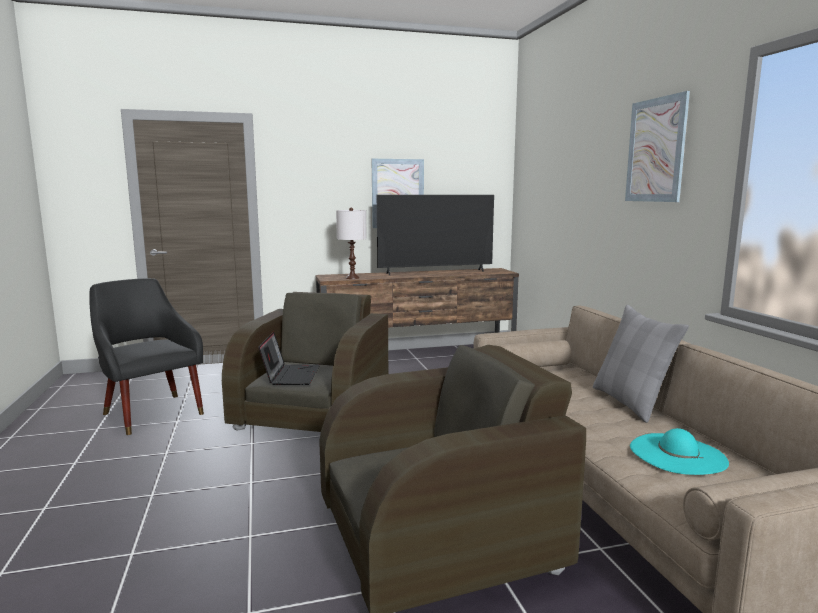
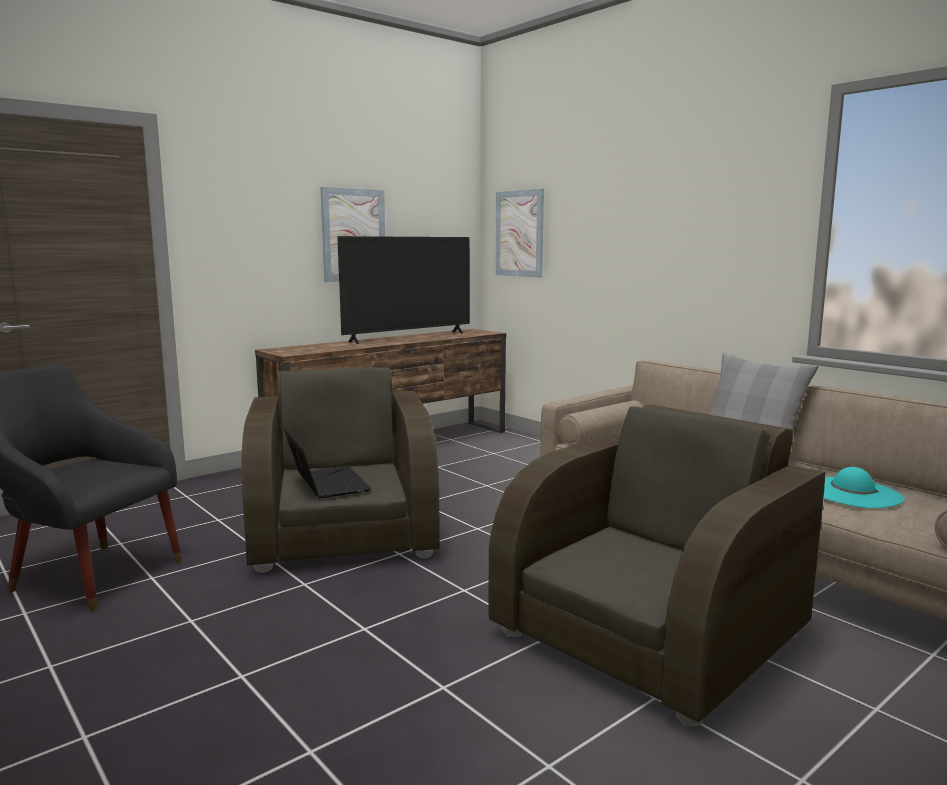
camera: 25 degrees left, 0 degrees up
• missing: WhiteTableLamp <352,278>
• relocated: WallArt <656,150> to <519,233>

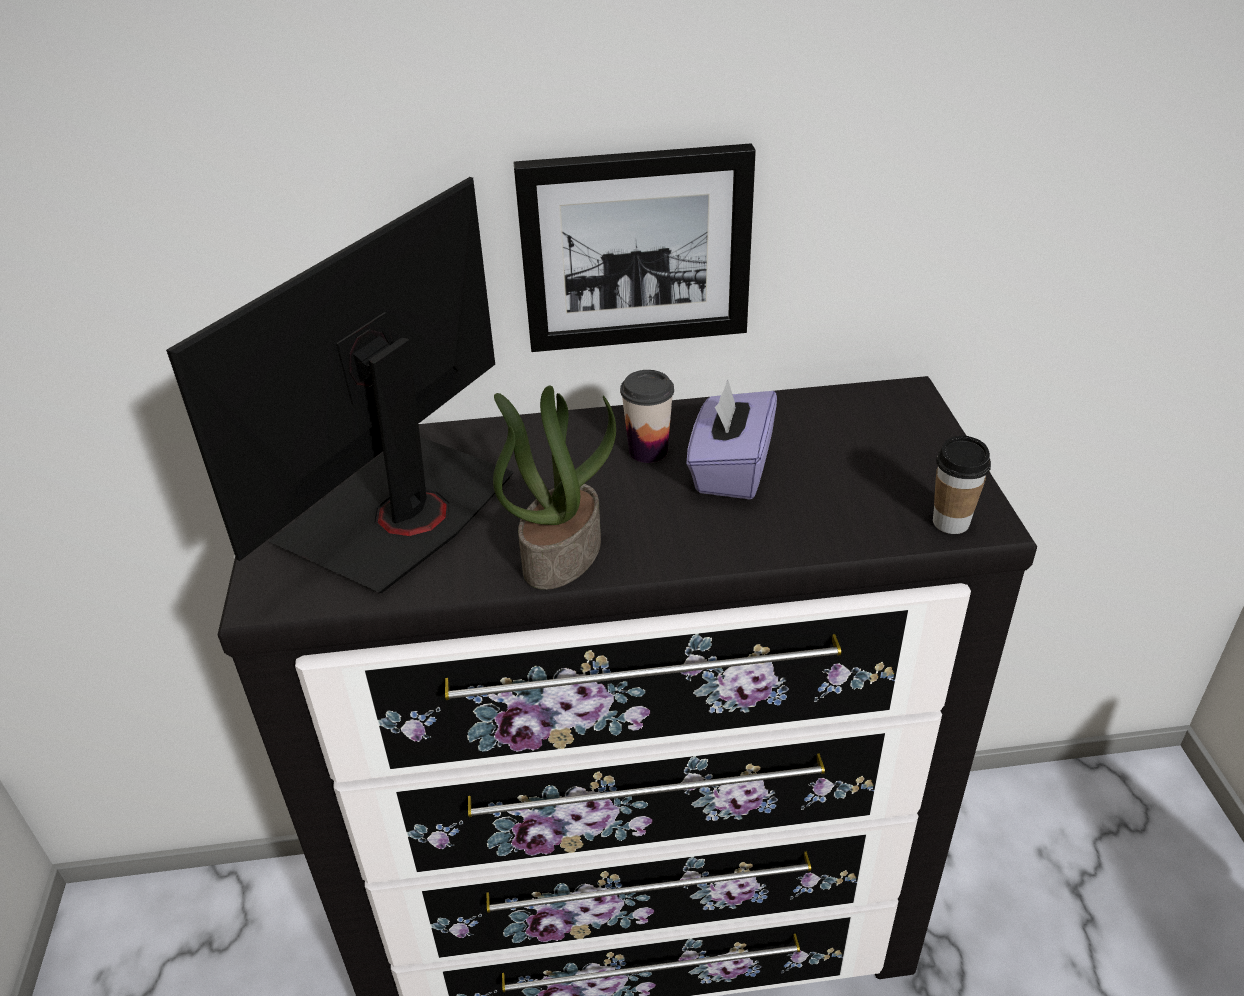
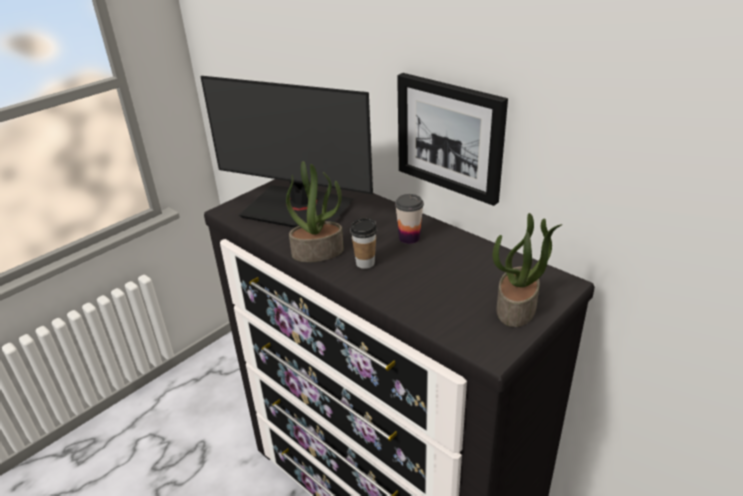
camera: 50 degrees right, 5 degrees down
• missing: PurpleColouredTissueBox <730,470>
• appeared: Houseplant <517,308>
• relocated: DrinkingCup <950,522> to <365,263>
• spun: Monitor <400,513> = <298,209> 150 degrees counterclockwise

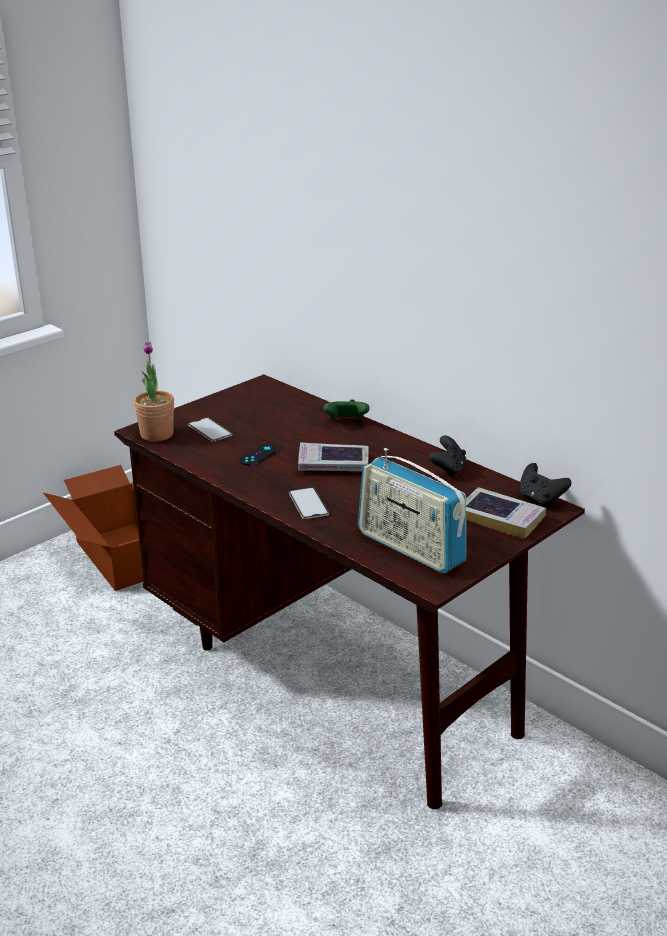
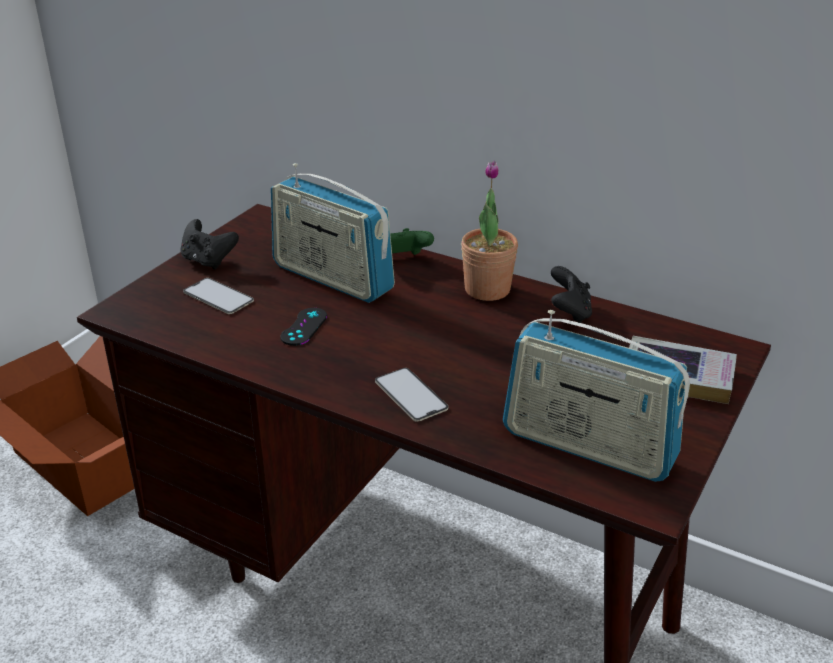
camera: 15 degrees left, 5 degrees up
• missing: Book <333,464>
• appeared: RadioSet <332,278>
• relocated: Houseplant <157,434> to <487,289>
• relocated: BlackColouredJoypad <540,499> to <208,261>

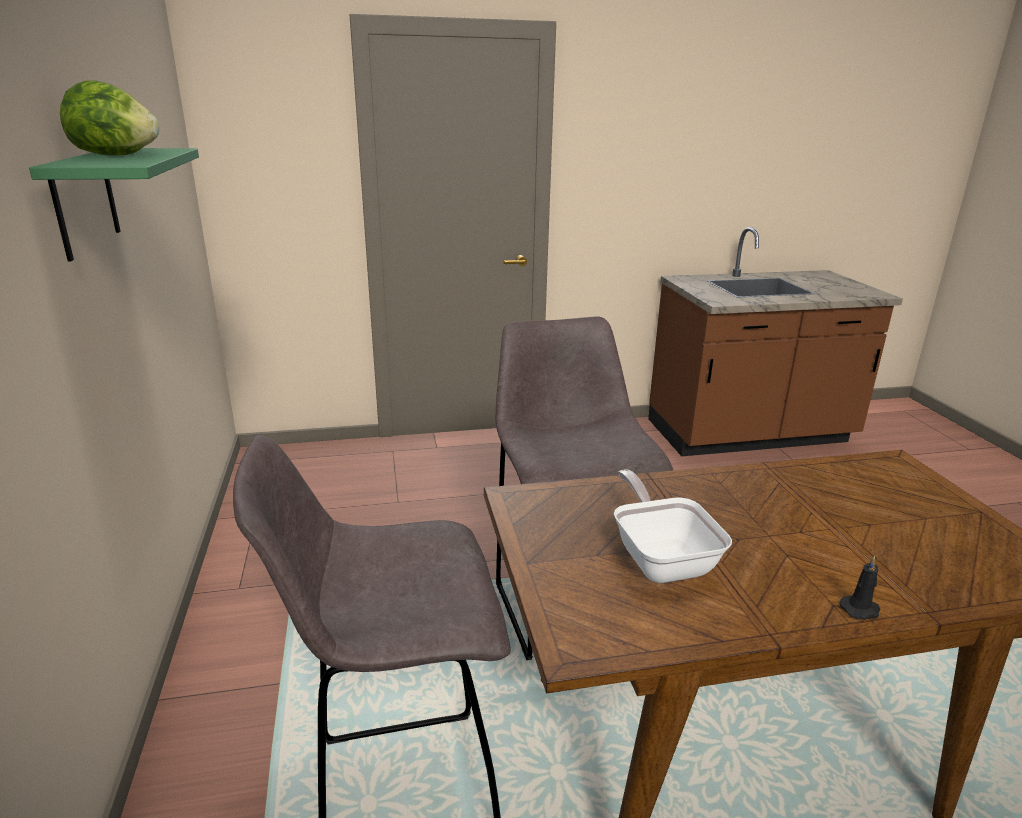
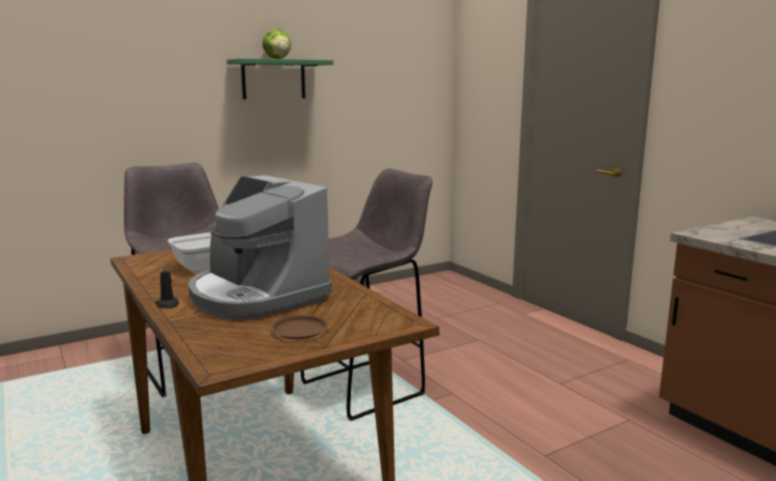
camera: 70 degrees right, 10 degrees down
• appeared: CoffeeMachine <256,296>
• appeared: BrownFlatDish <299,330>

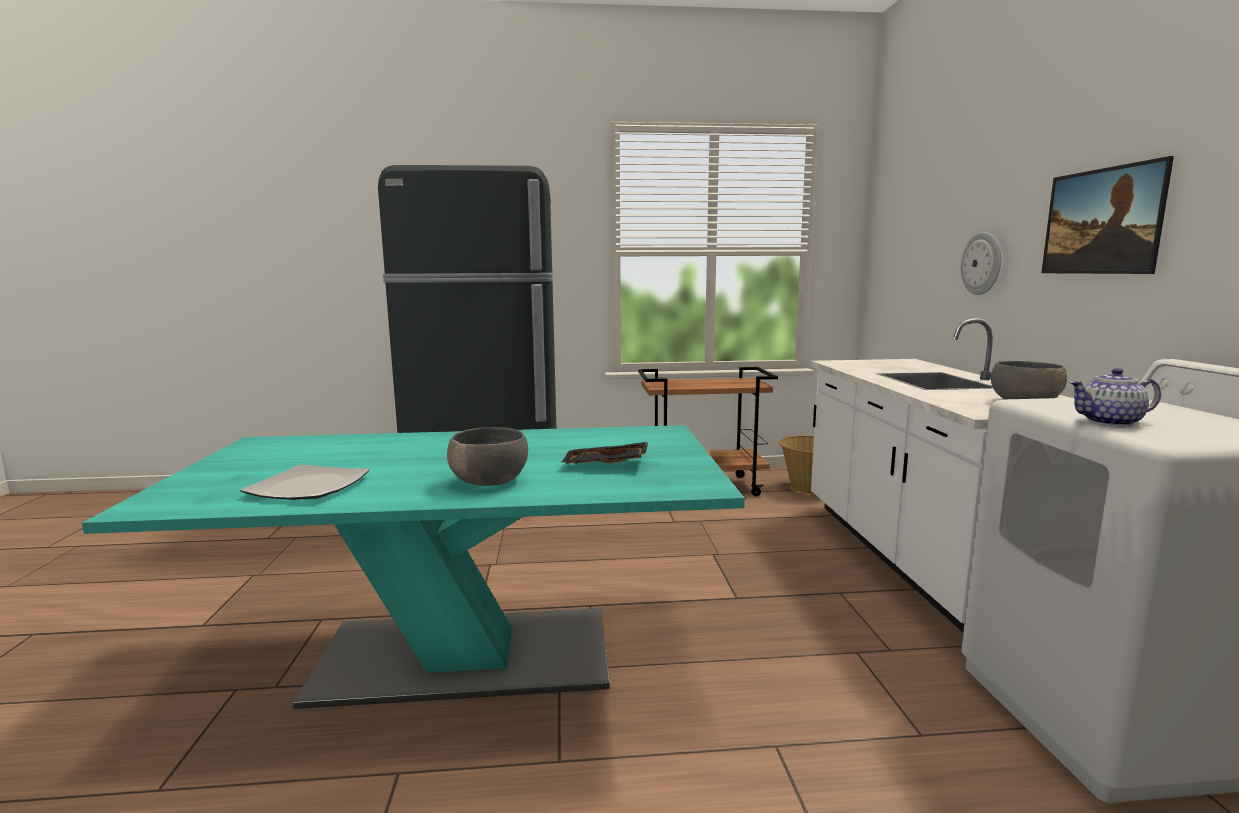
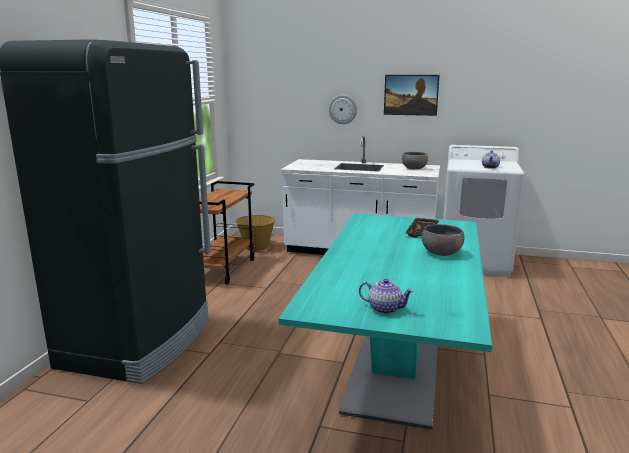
camera: 70 degrees left, 5 degrees up
• missing: FlatDish <310,486>
• appeared: PotForTea <384,309>

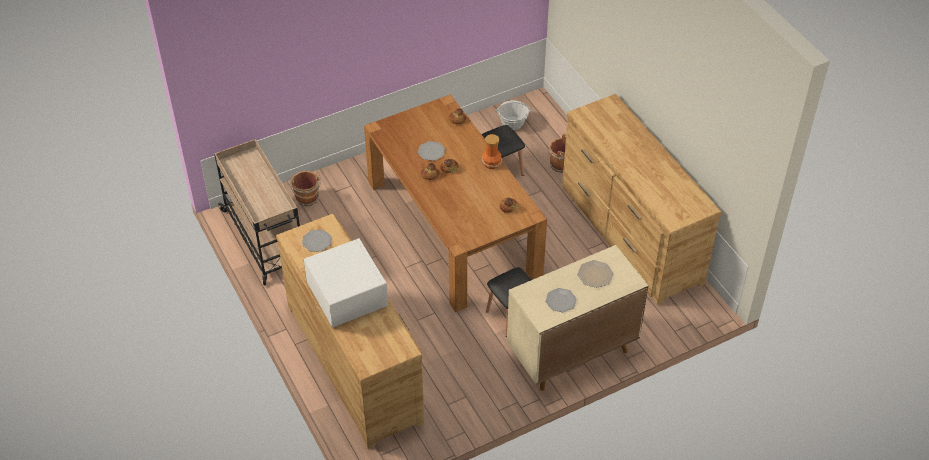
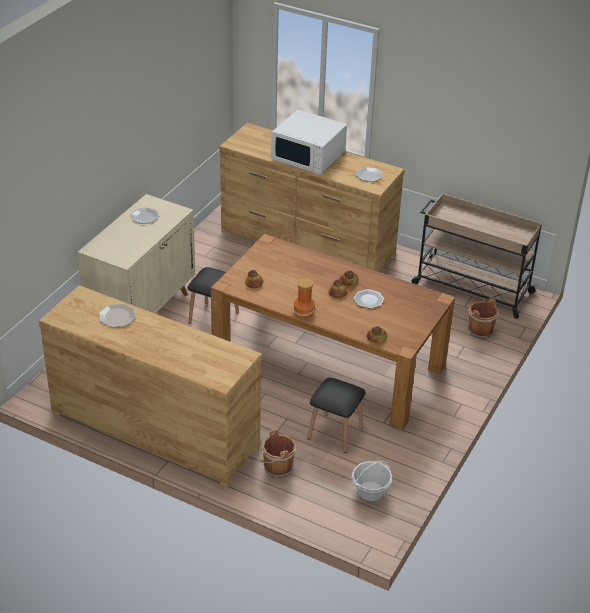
camera: 145 degrees right, 10 degrees down
• relocated: FlatDish <595,275> to <117,316>

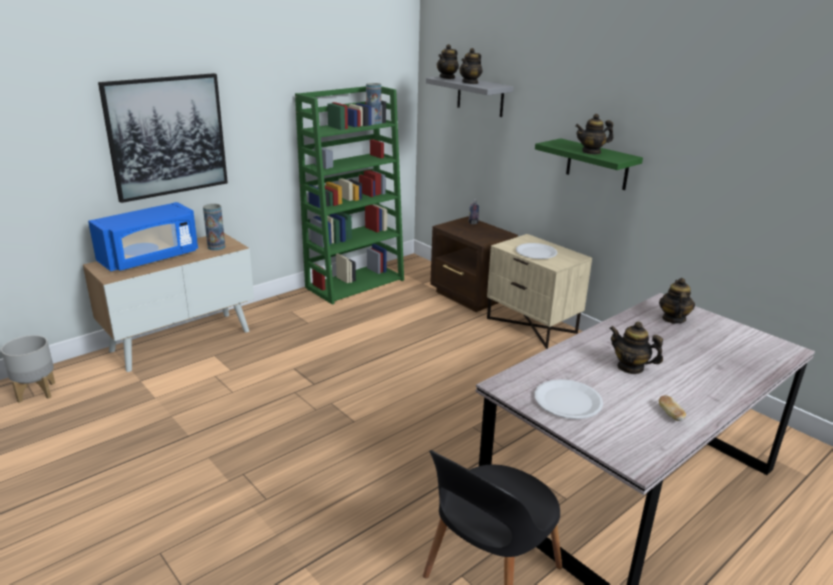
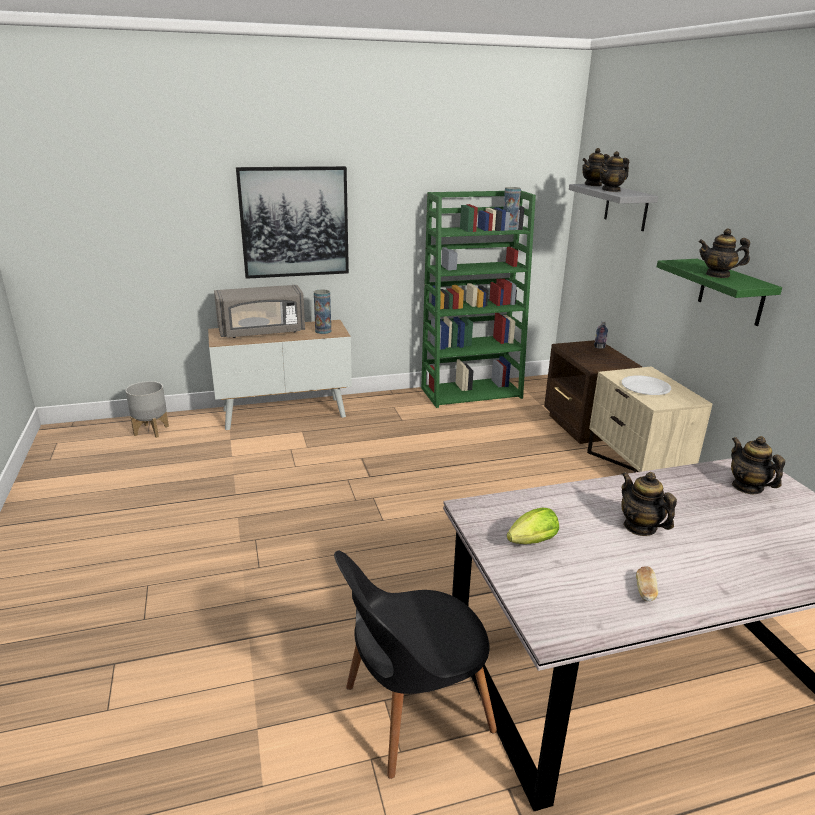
camera: 25 degrees right, 0 degrees up
• exchanged: WhiteFlatDish <568,401> to HeadOfLettuce <530,543>
• colour: BlueKitchenMicrowave <150,258> to GreyKitchenMicrowave <262,332>
• spun: PotForTea <673,319> = <747,487> 60 degrees counterclockwise

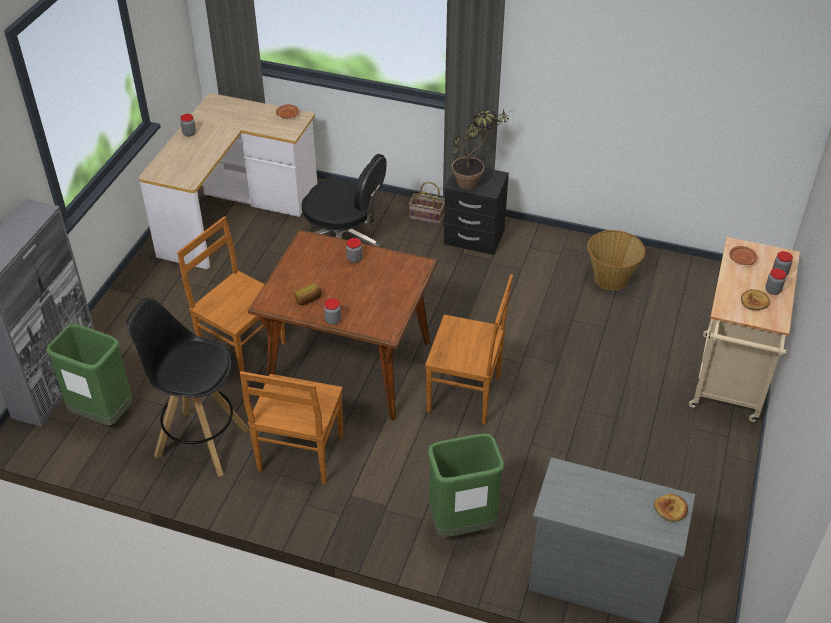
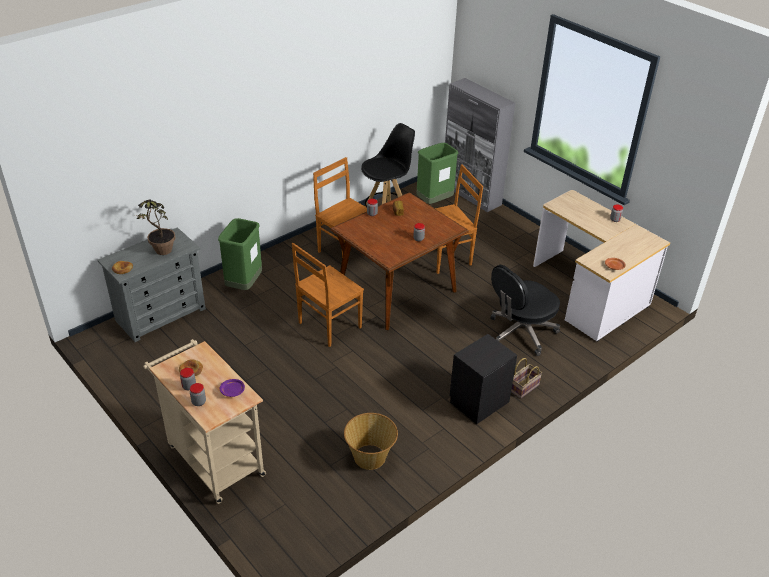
camera: 120 degrees right, 5 degrees down
• relocated: Houseplant <474,182> to <161,254>
• colour: BrownFlatDish <741,259> to PurpleColouredFlatDish <233,391>

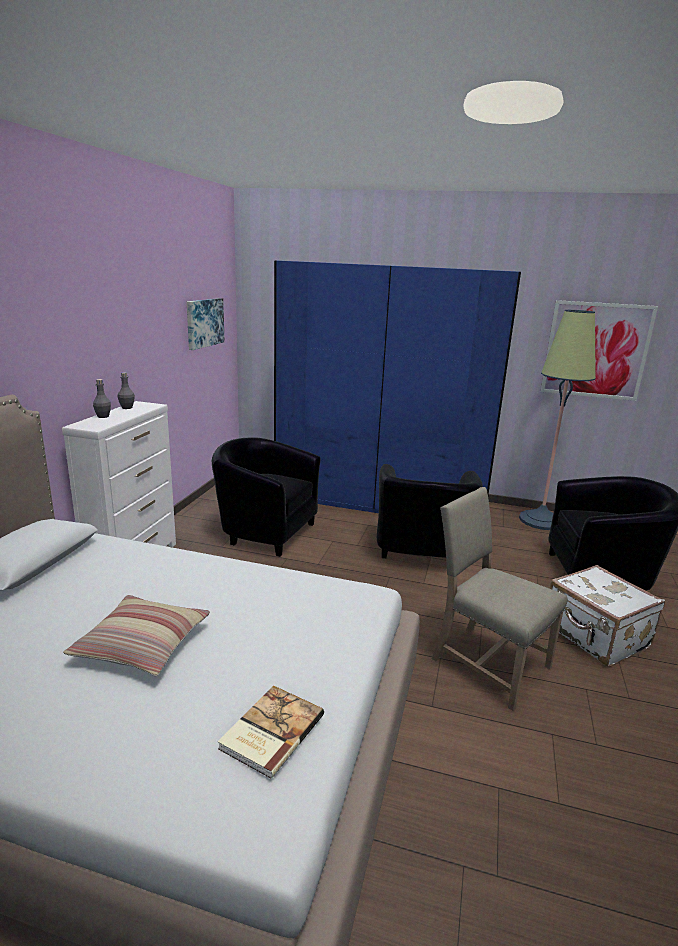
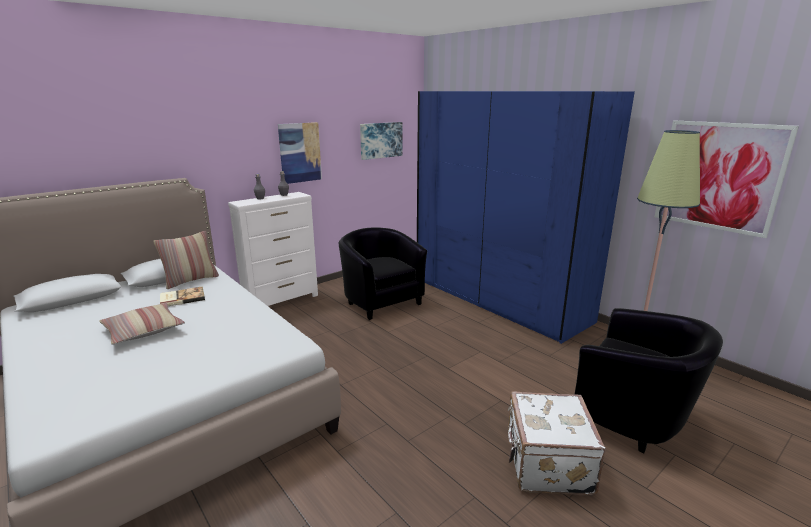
camera: 35 degrees right, 0 degrees up
• missing: BlackColouredArmchair <422,553>
• missing: SandColouredPlainChair <486,662>
• appeared: Pillow <191,280>
• appeared: WallArt <300,152>
• relocated: Book <270,731> to <182,298>

